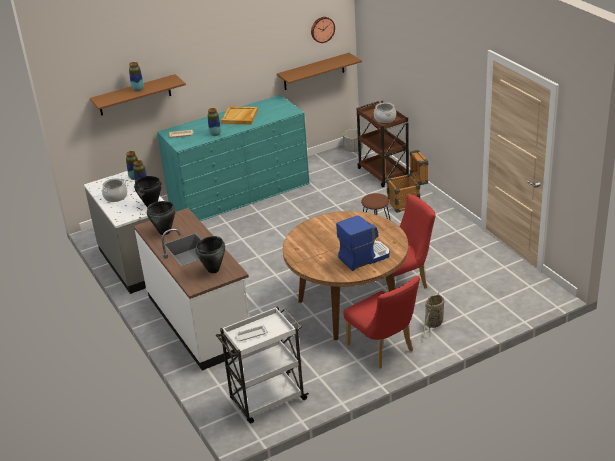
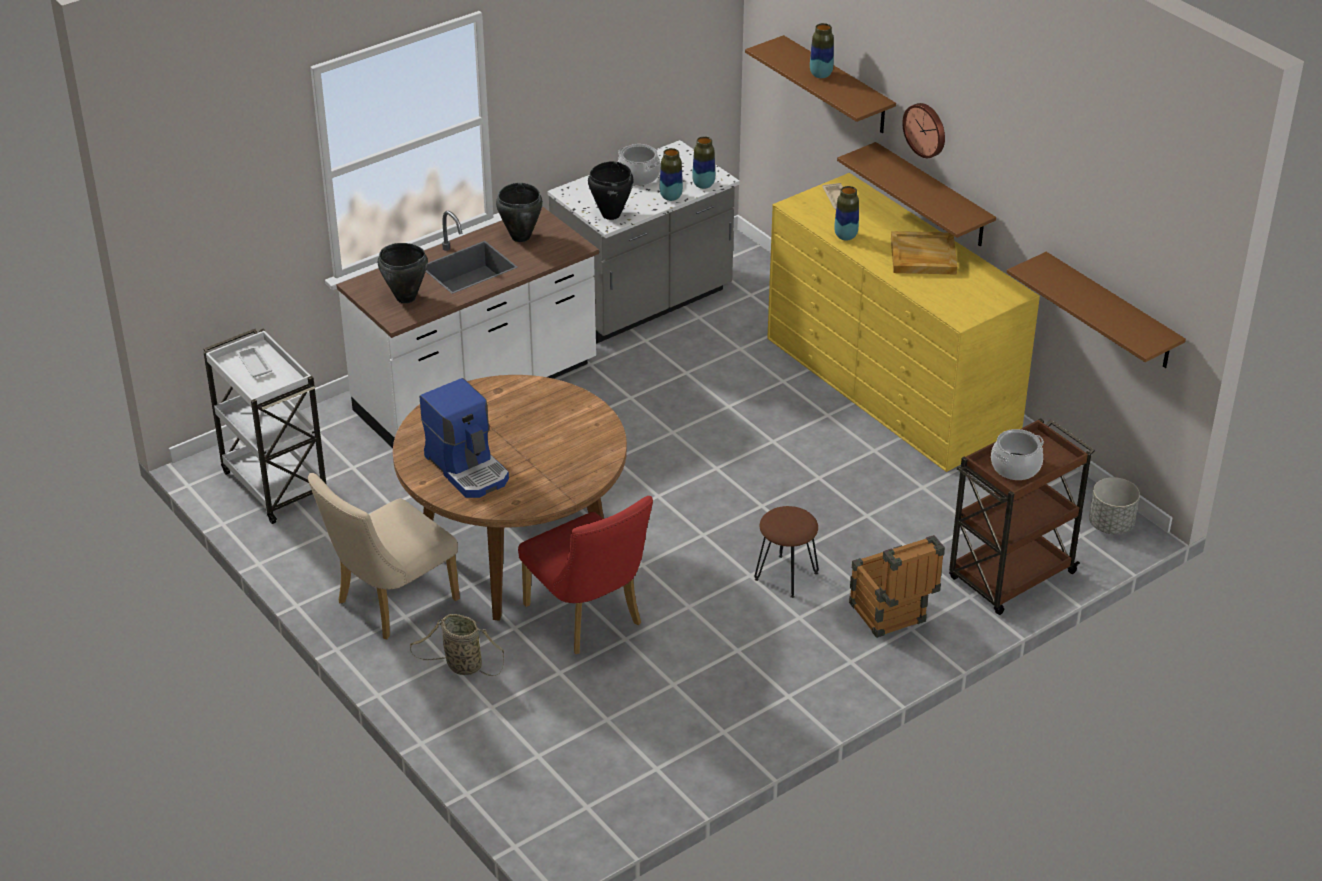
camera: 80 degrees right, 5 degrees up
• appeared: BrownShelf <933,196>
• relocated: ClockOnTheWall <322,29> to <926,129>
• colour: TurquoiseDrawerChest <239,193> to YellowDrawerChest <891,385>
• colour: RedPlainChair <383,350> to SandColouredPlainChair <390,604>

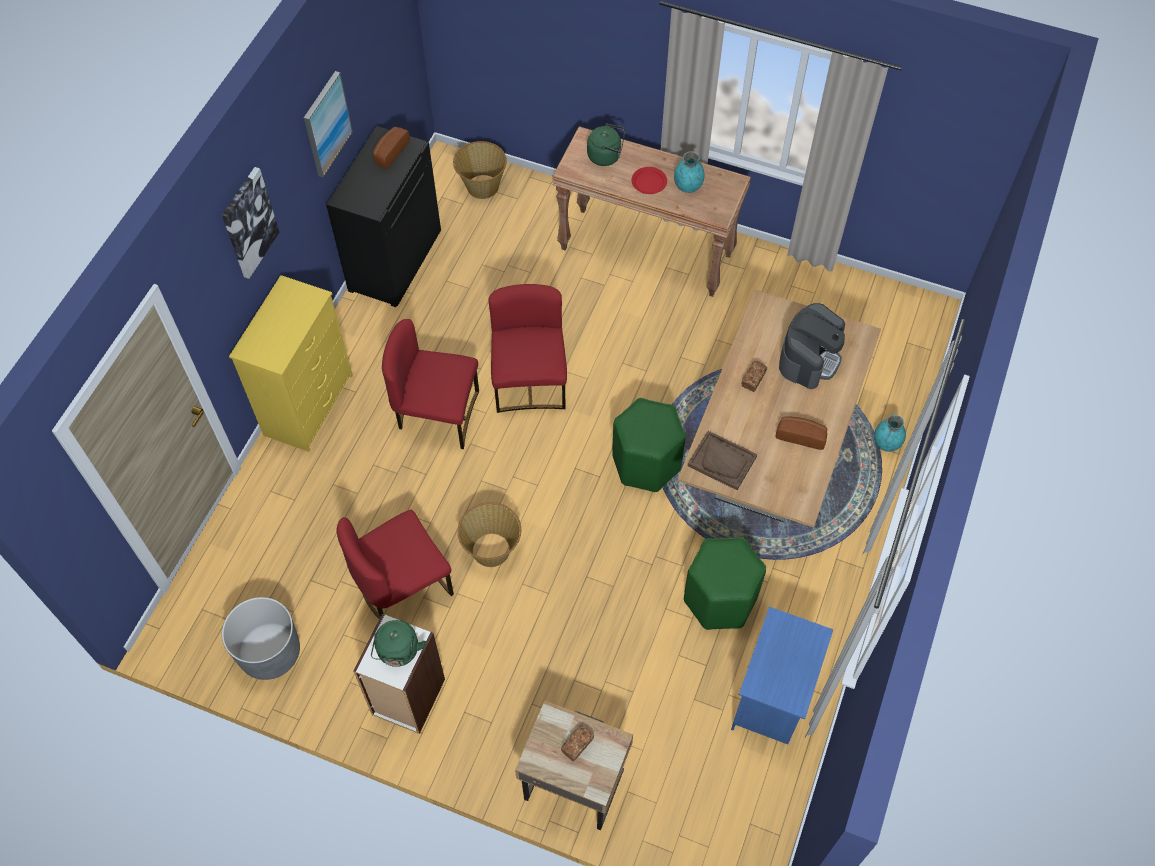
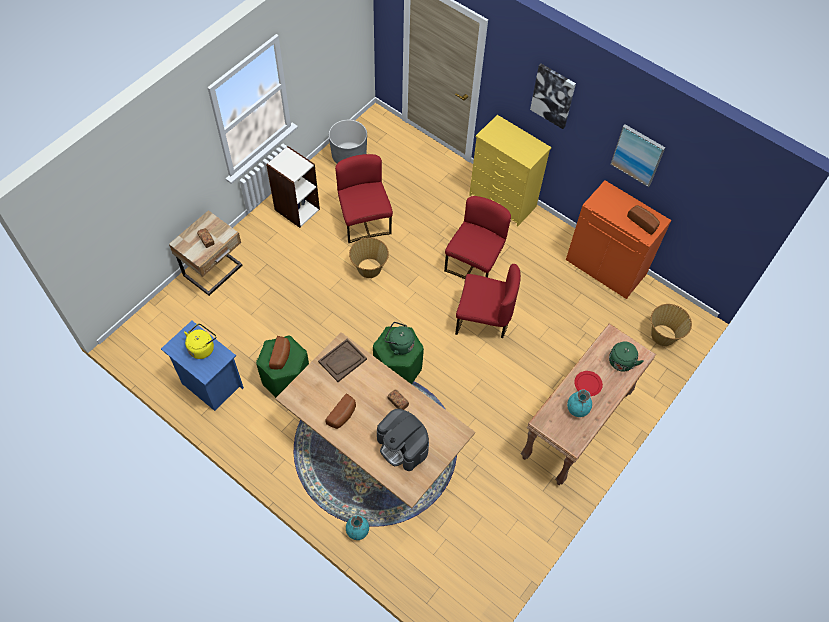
camera: 105 degrees right, 0 degrees up
• appeared: YellowWaterKettle <202,347>
• appeared: Bread <281,356>
• relocated: GreenColouredWaterKettle <398,652> to <399,345>
• colour: BlackColouredStorageCabinet <394,260> to OrangeStorageCabinet <606,267>

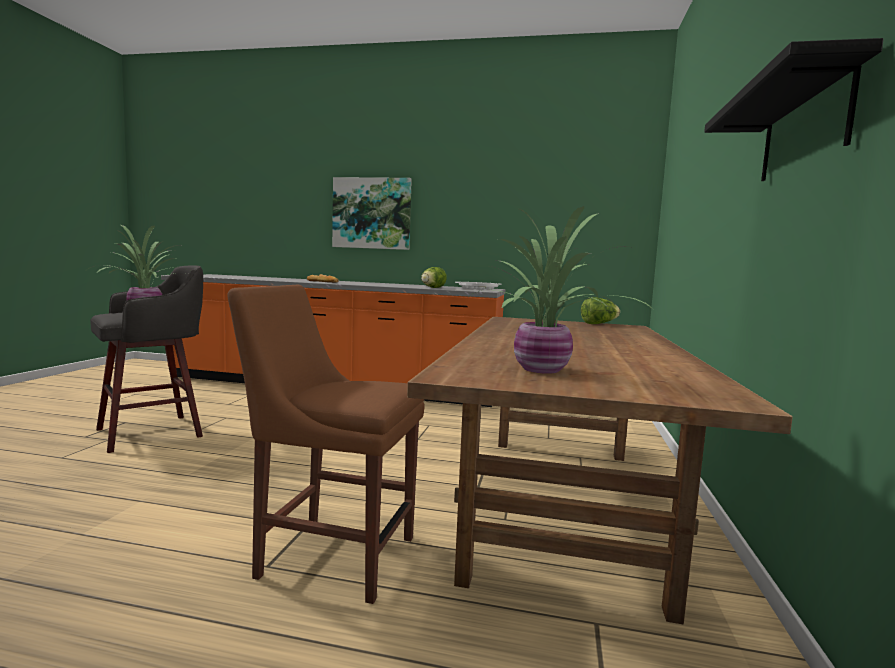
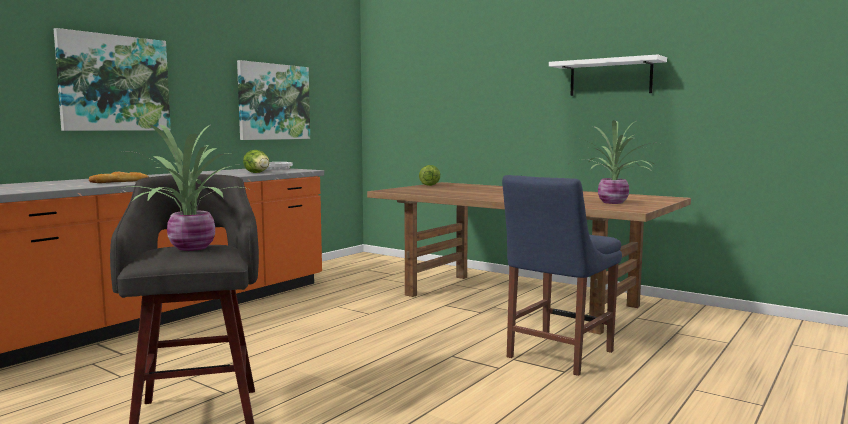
camera: 65 degrees left, 0 degrees up
• appeared: WallArt <273,102>
• colour: BrownPlainChair <331,554> to BluePlainChair <556,355>
• colour: BlackColouredShelf <804,128> to WhiteShelf <610,77>

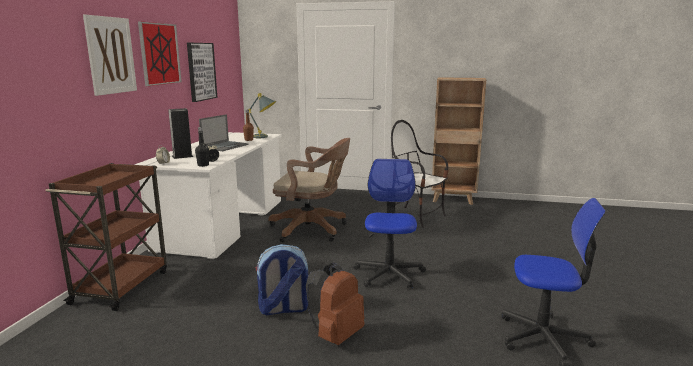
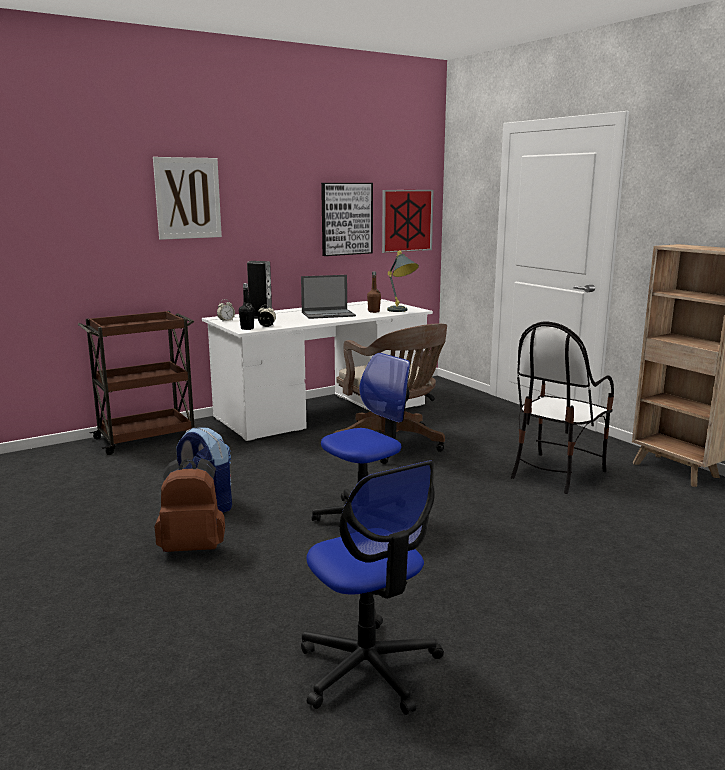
camera: 45 degrees right, 0 degrees up
• relocated: WallArt <159,54> to <407,220>
• spun: PlainChair <416,216> = <556,473> 135 degrees counterclockwise

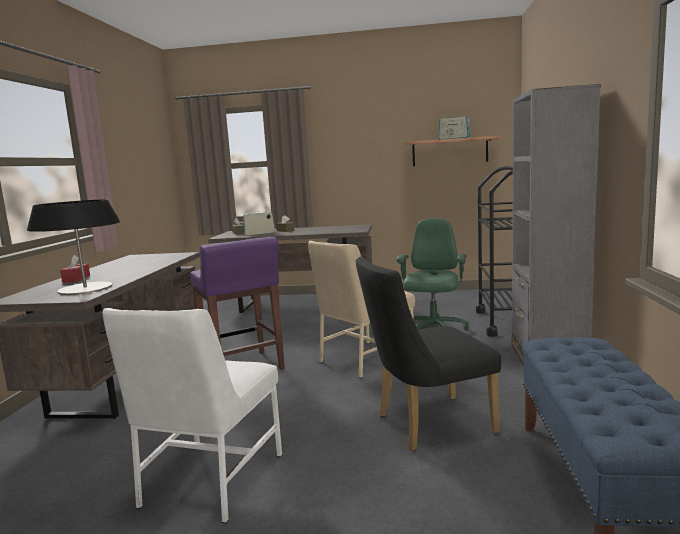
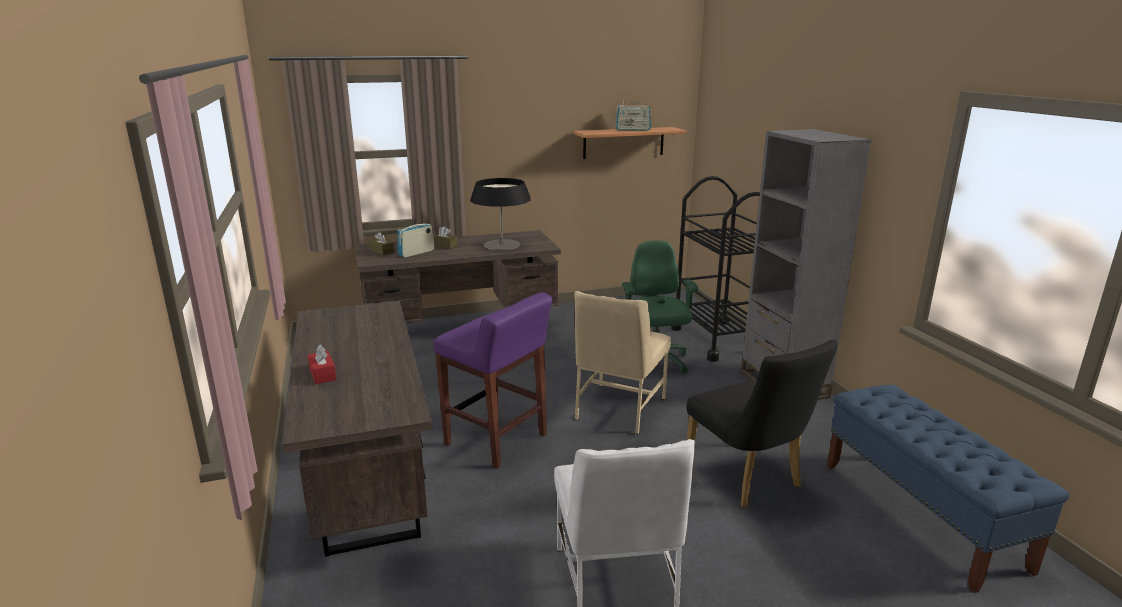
camera: 25 degrees left, 10 degrees up
• relocated: TableLamp <85,288> to <502,245>
• spun: BlackColouredPlainChair <426,425> = <748,479> 75 degrees counterclockwise

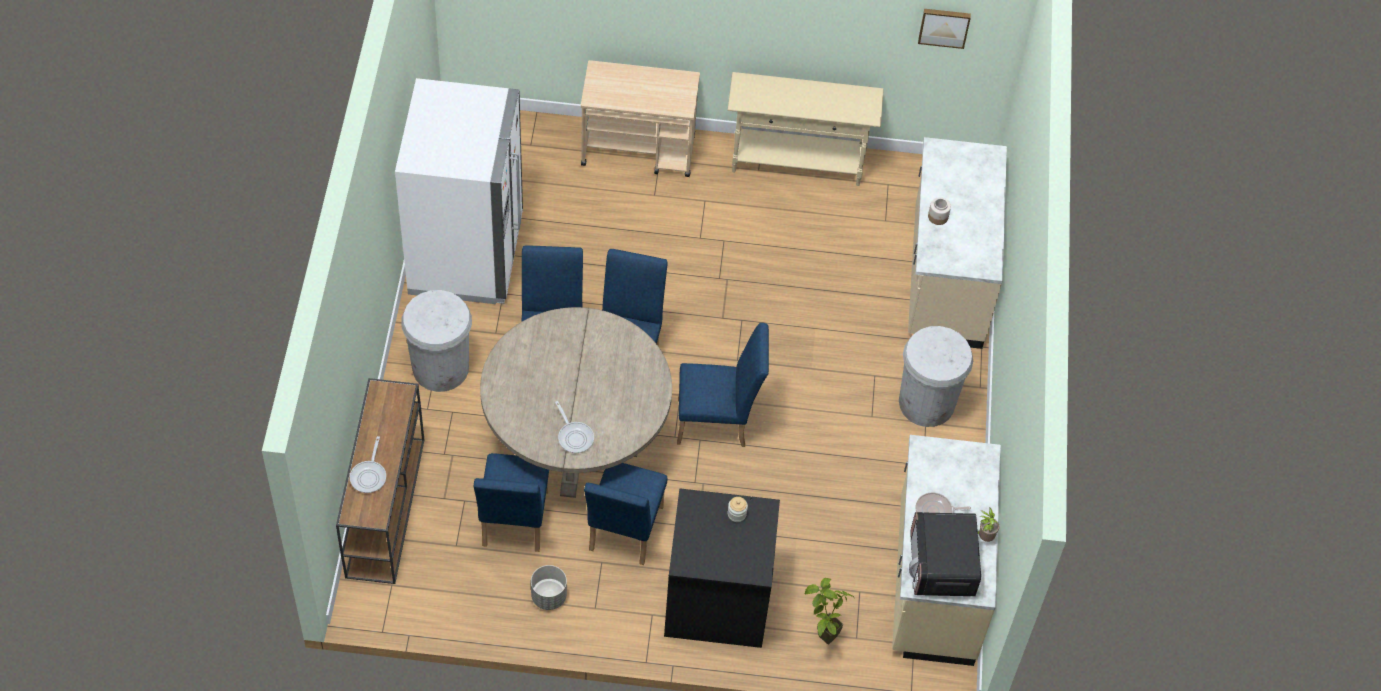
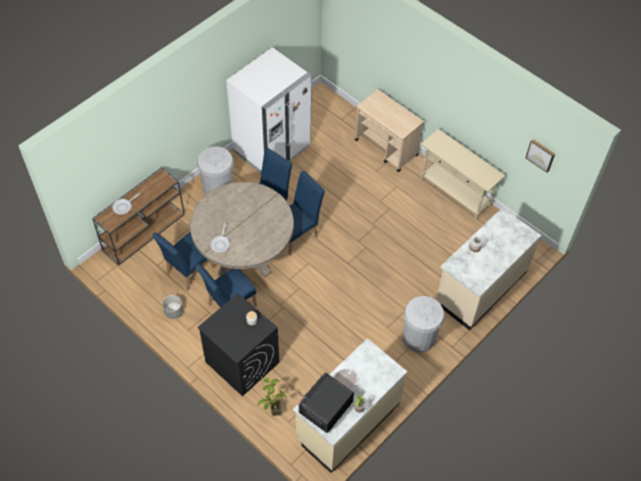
camera: 40 degrees right, 0 degrees up
• missing: BluePlainChair <718,423>

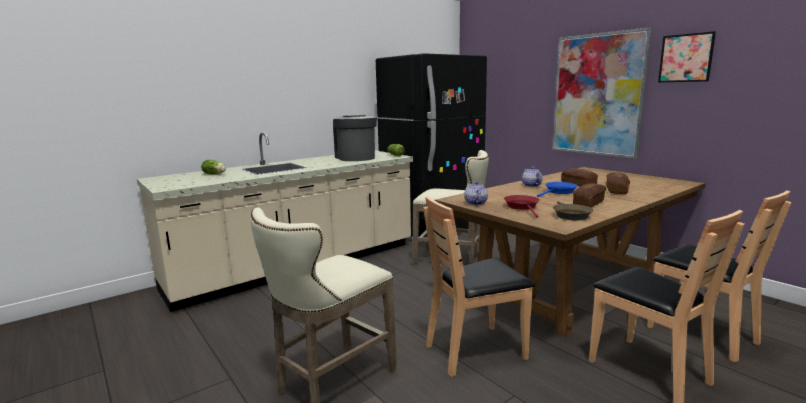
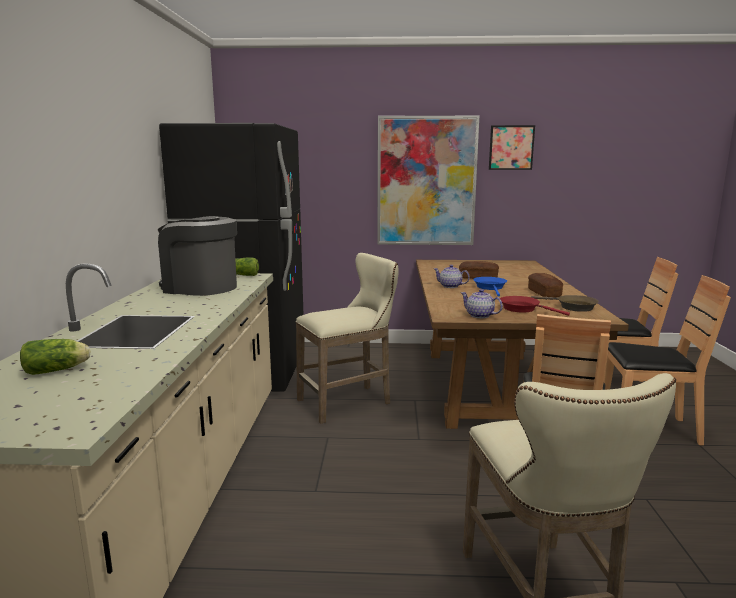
camera: 50 degrees left, 0 degrees up
• missing: Bread <616,190>

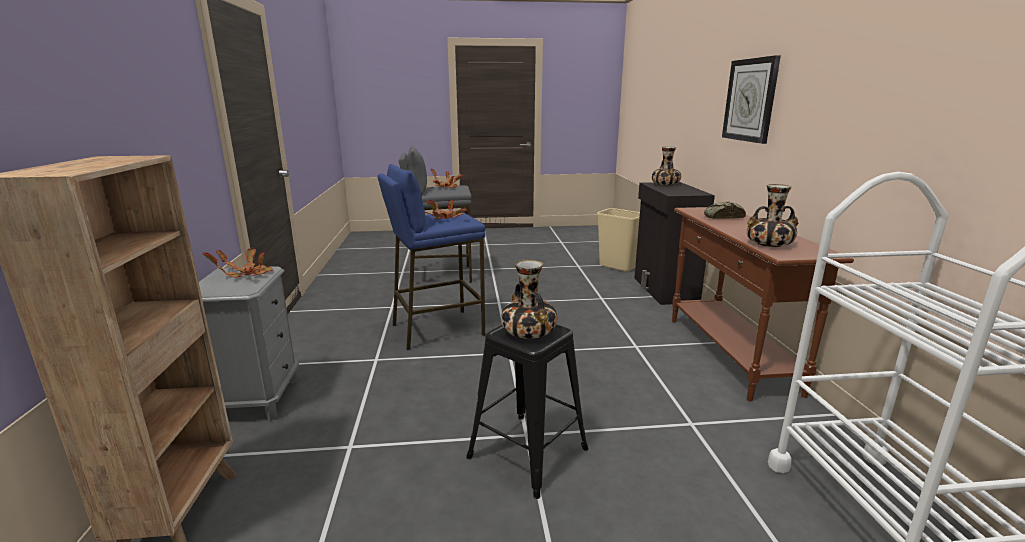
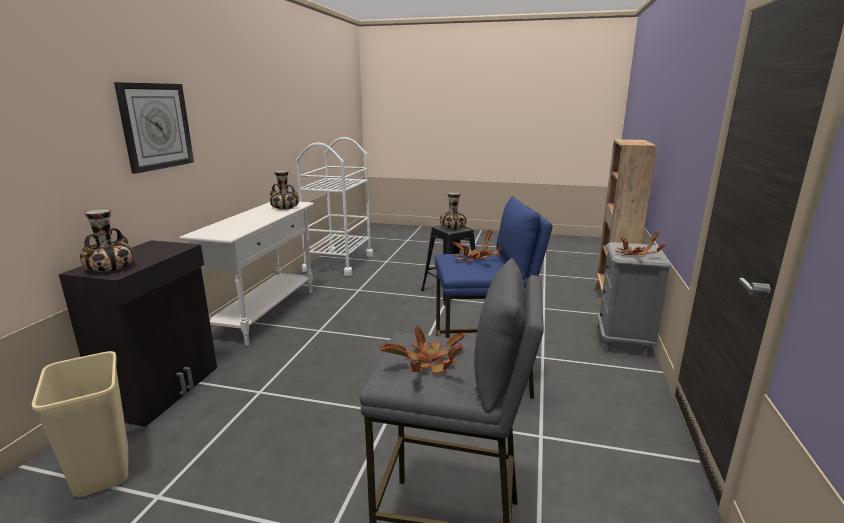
camera: 160 degrees left, 0 degrees up
• missing: Bread <722,217>
• colour: BrownHallTable <729,354> to WhiteHallTable <266,313>

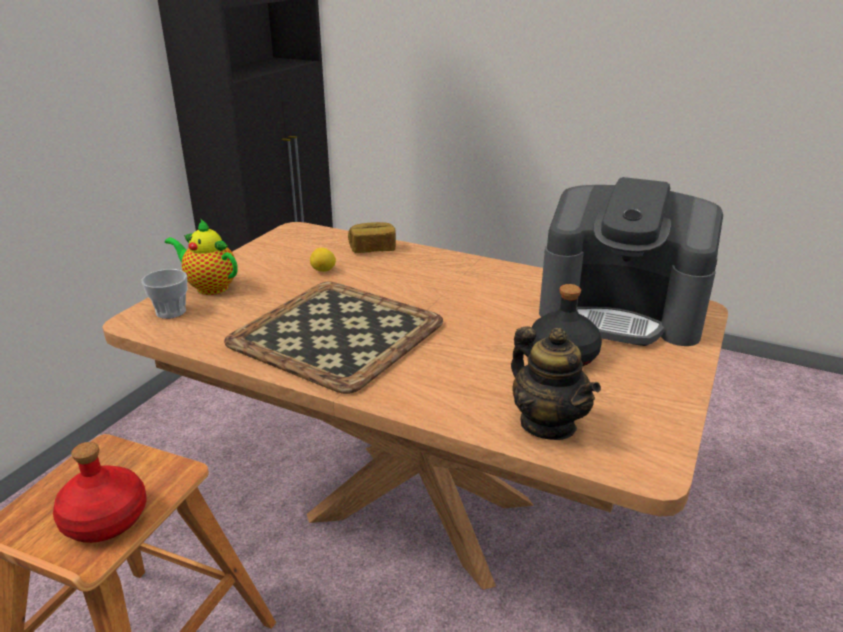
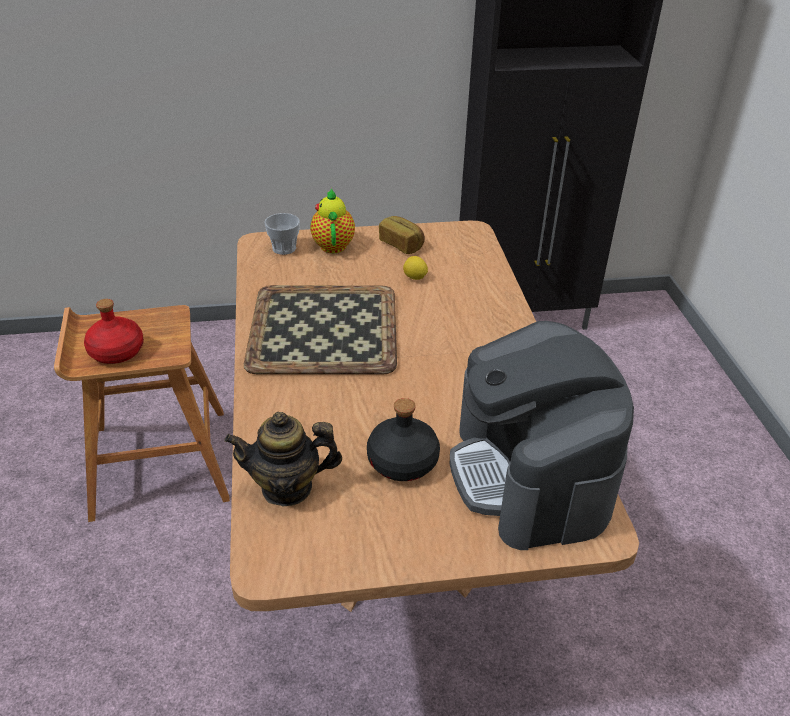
camera: 55 degrees right, 10 degrees up
• relocated: Bread <373,249> to <402,244>
• spun: PotForTea <548,424> = <287,487> 60 degrees clockwise

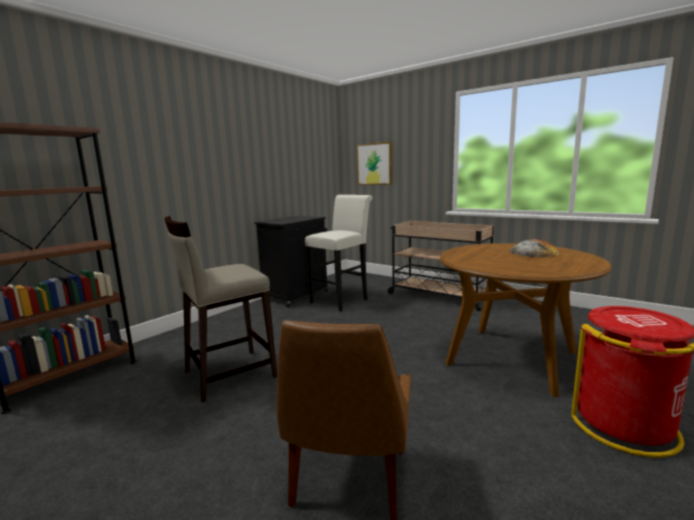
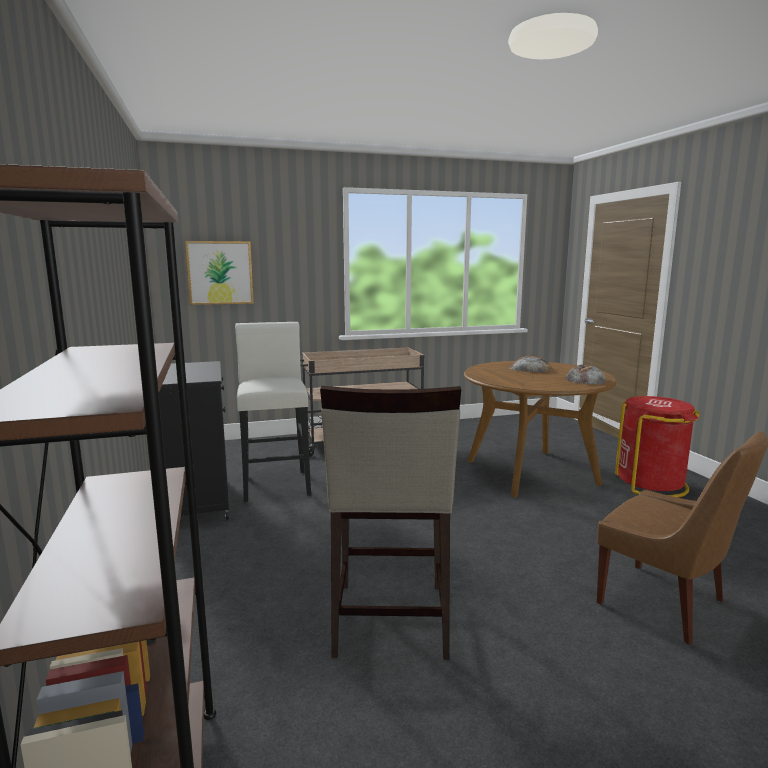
camera: 55 degrees left, 0 degrees up
• appeared: Bread <585,379>

